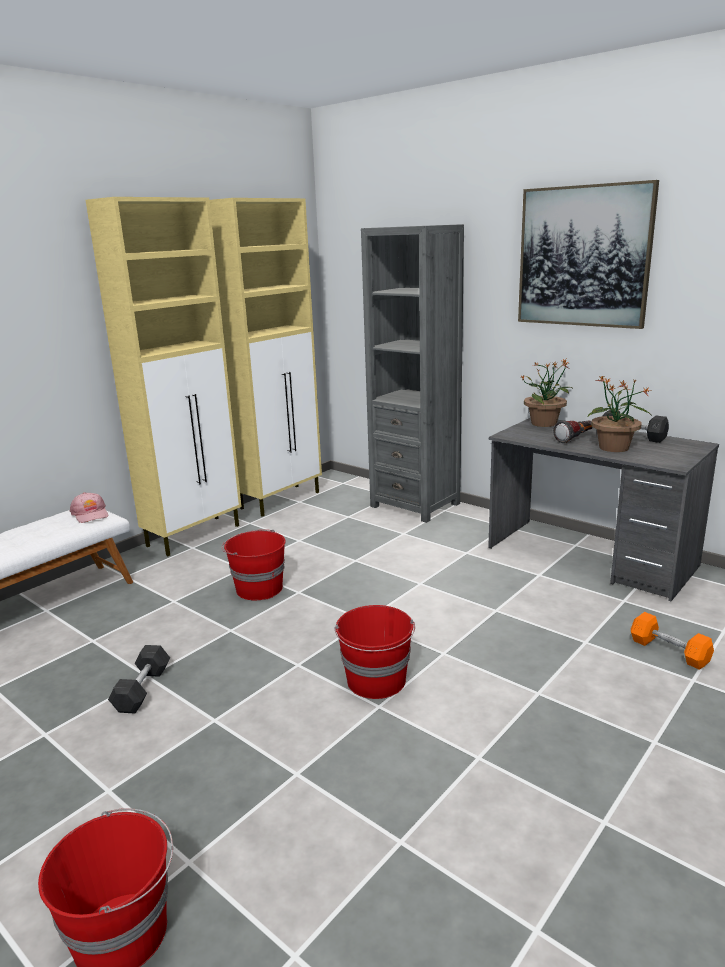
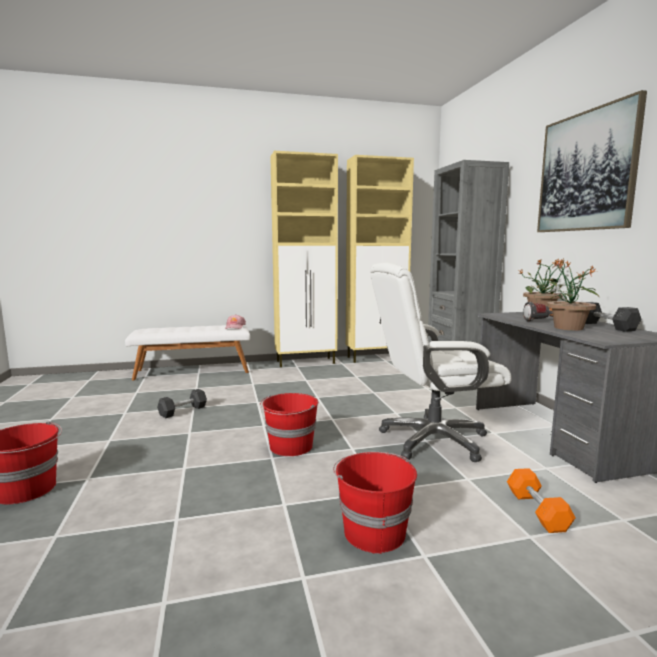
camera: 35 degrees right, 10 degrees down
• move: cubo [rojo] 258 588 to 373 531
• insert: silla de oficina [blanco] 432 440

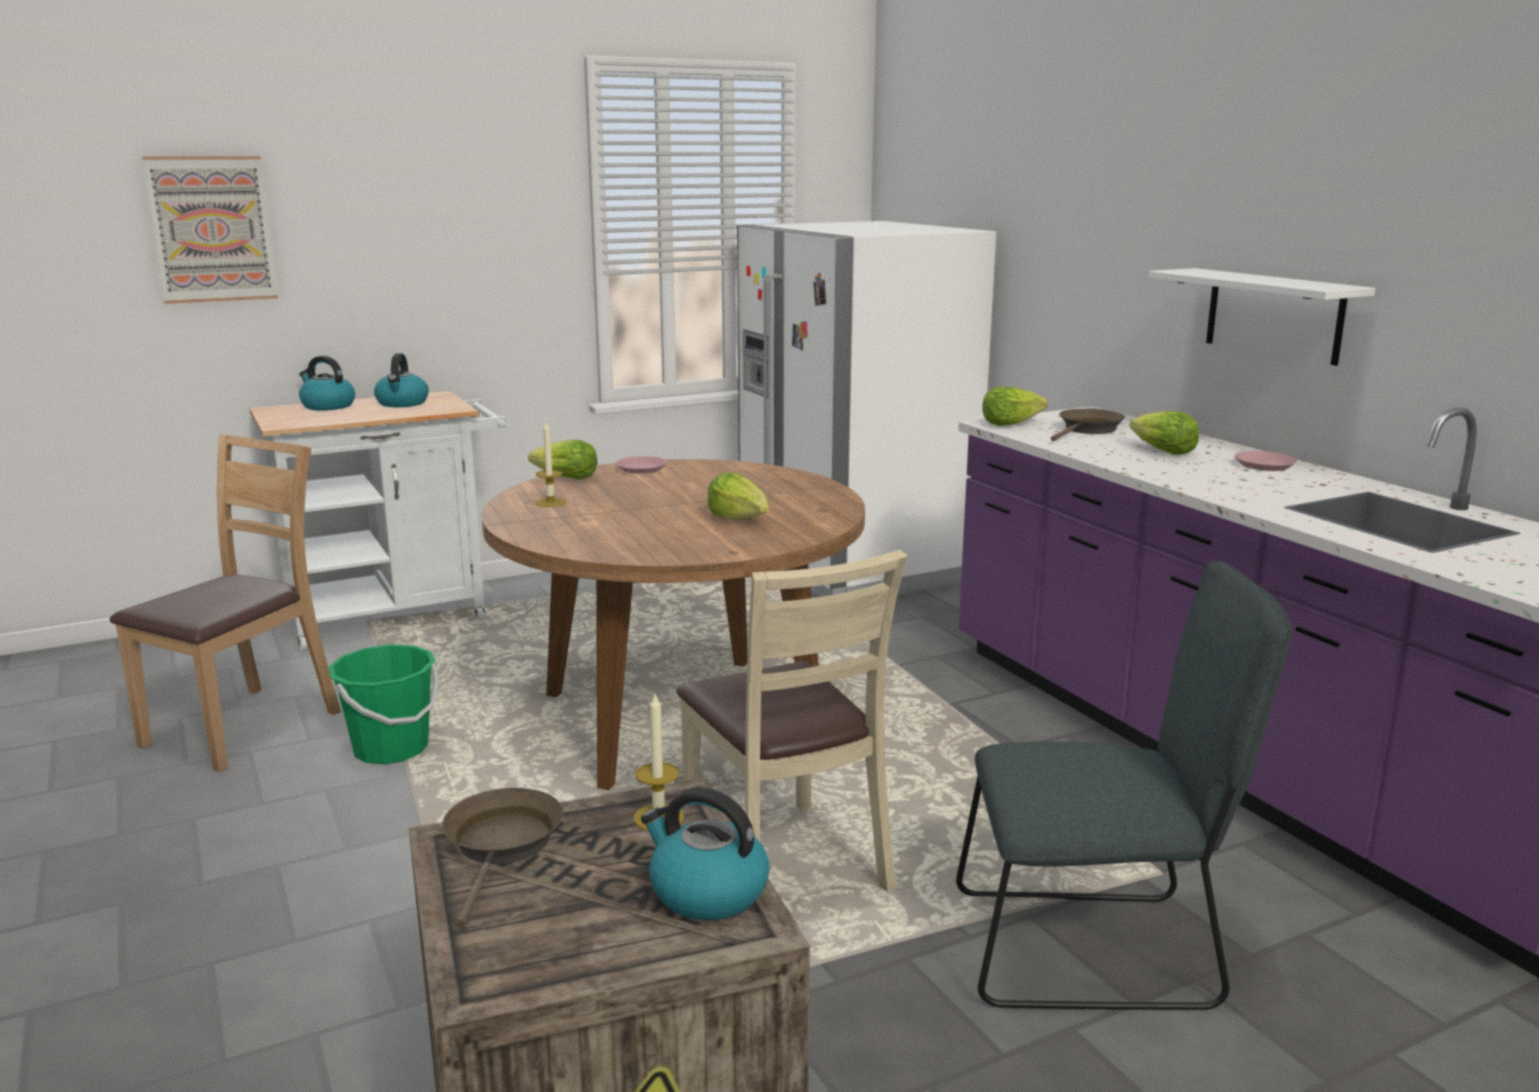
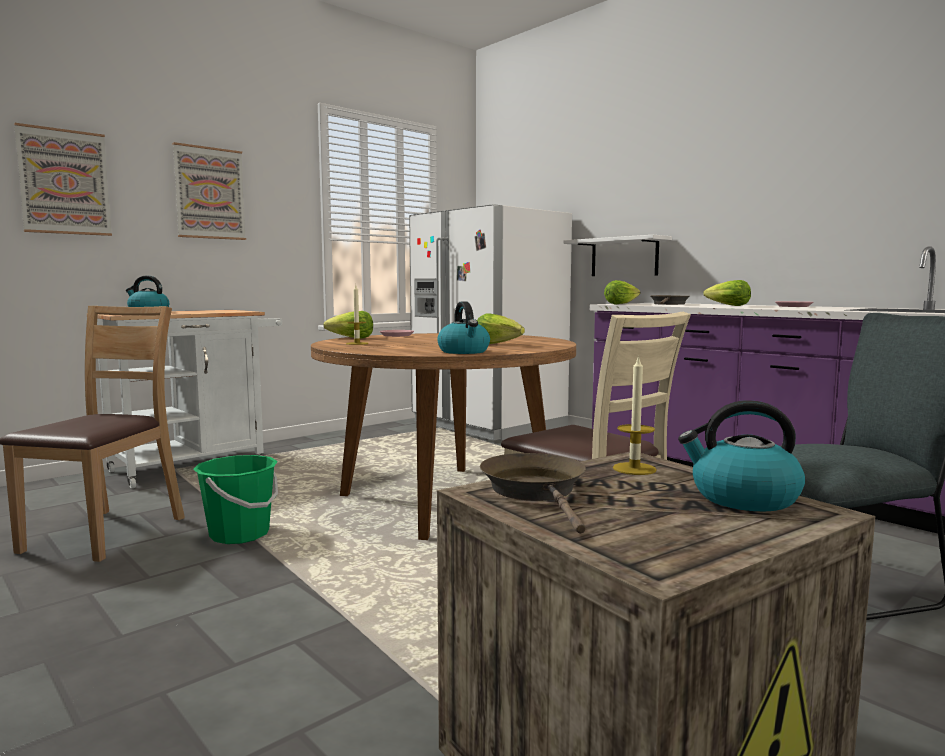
camera: 15 degrees left, 10 degrees down
• move: hervidor 402 403 to 464 352
• move: estante [blanco] 1273 315 to 624 257
• insert: cuadro 209 193

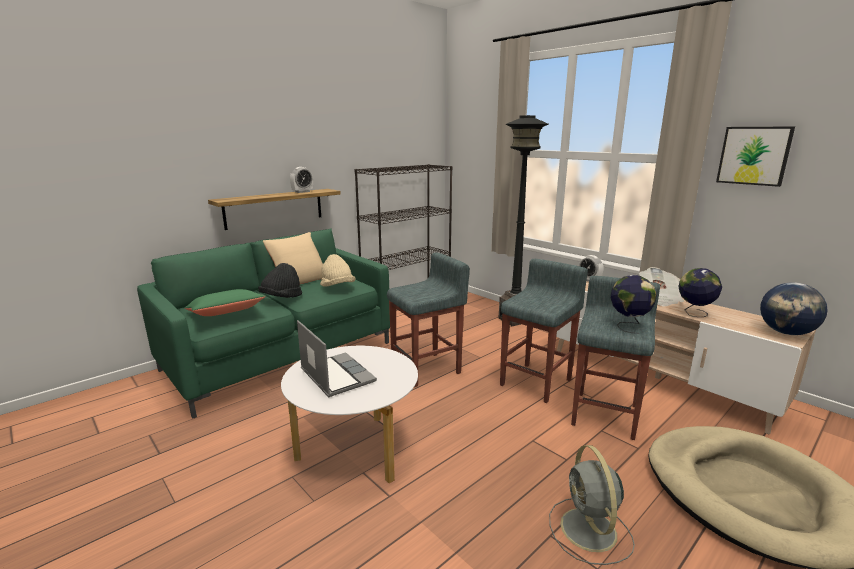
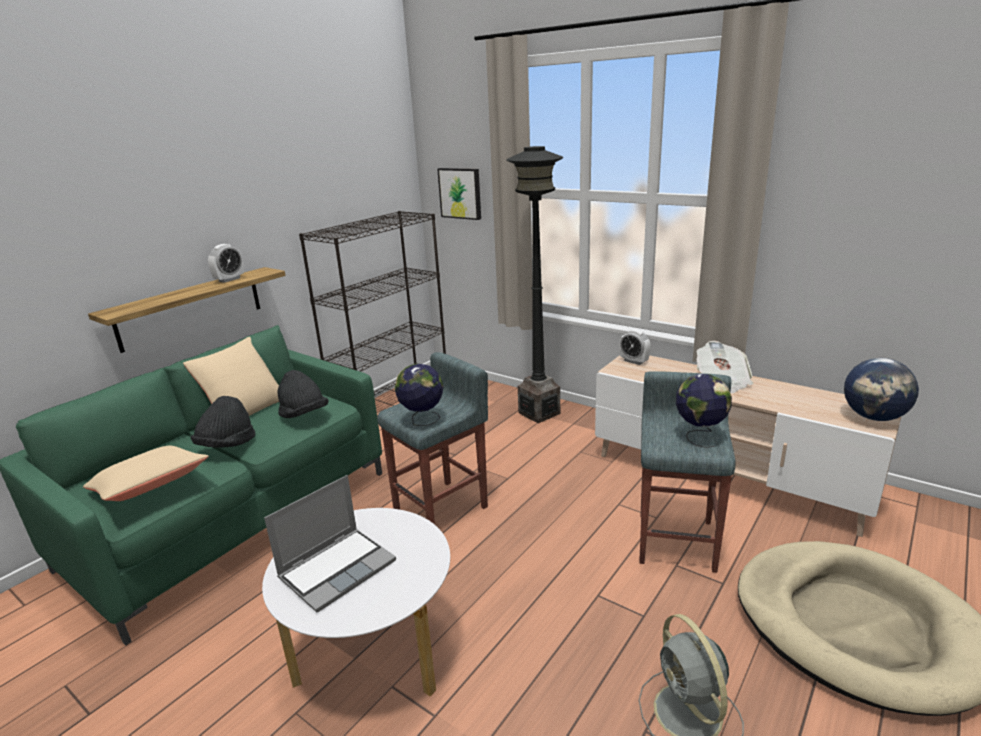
camera: 10 degrees left, 5 degrees up
• recolor: cojín [verde] 226 314 to cojín [beis] 151 488
• rotate: portátil 335 376 = 338 569 90 degrees clockwise
• recolor: sombrero [beis] 337 287 to sombrero [negro] 304 415
• delete: taburete [gris] 536 382
• move: globo terráqueo 694 314 to 422 420
• move: cuadro 754 155 to 460 193

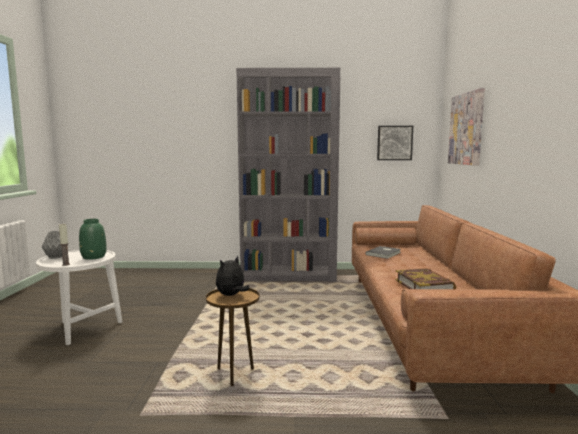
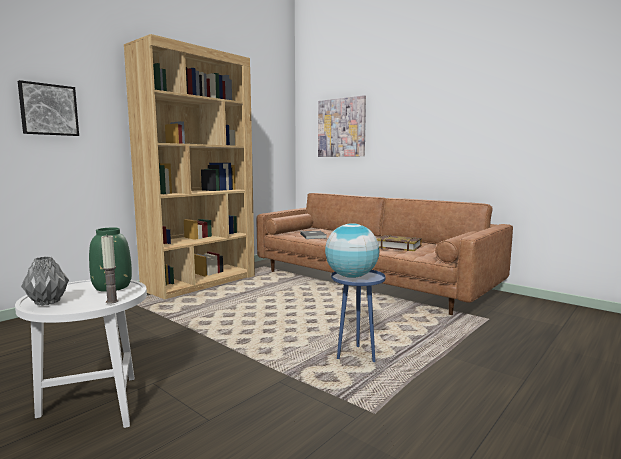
camera: 50 degrees left, 0 degrees up
• recolor: mesa auxiliar [marrón] 234 374 to mesa auxiliar [azul] 356 356
• replace: peluche 231 295 to globo terráqueo 351 276
• recolor: estantería [gris] 289 275 to estantería [marrón] 201 282
• move: cuadro 394 143 to 48 109

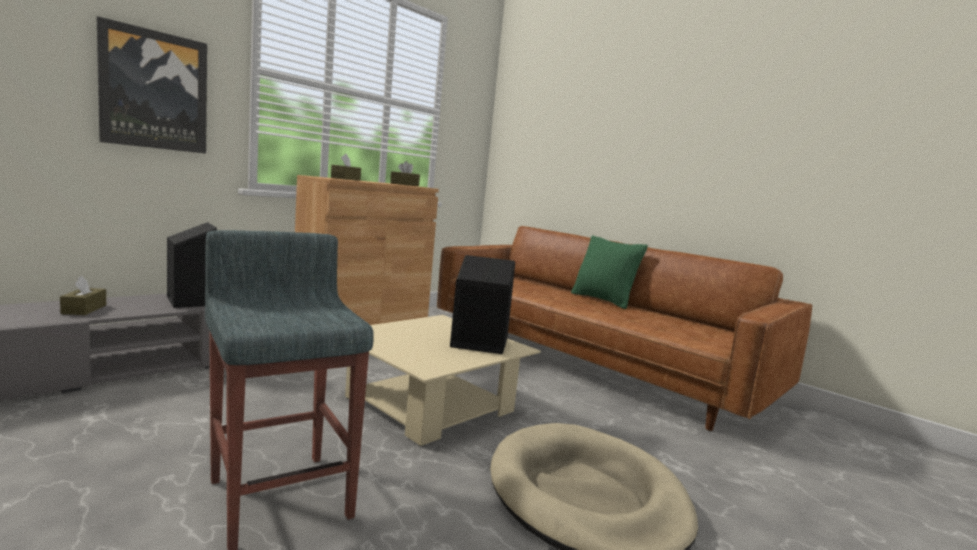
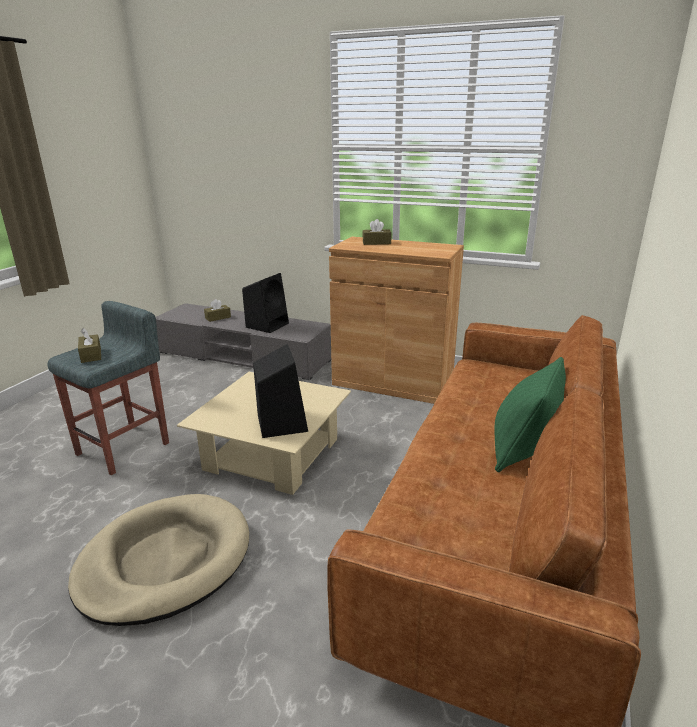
camera: 70 degrees right, 15 degrees up
• delete: cuadro 154 90
• move: caja de pañuelos [marrón] 404 184 to 91 355

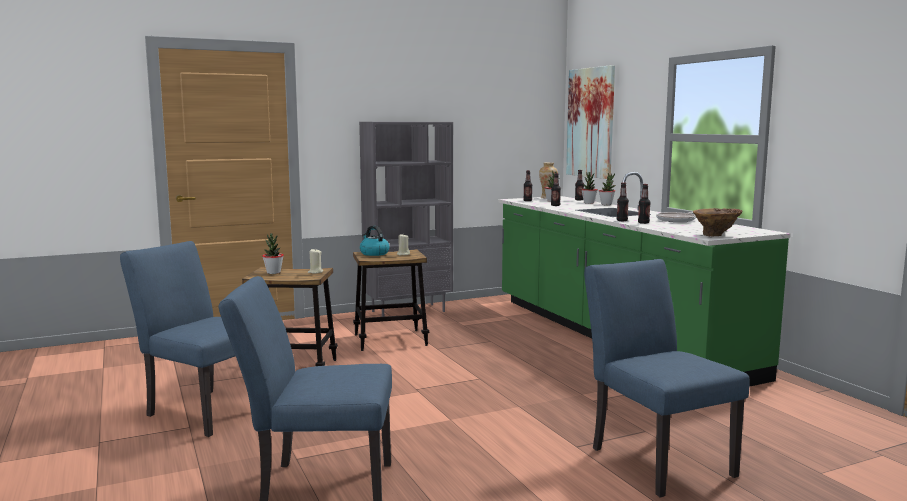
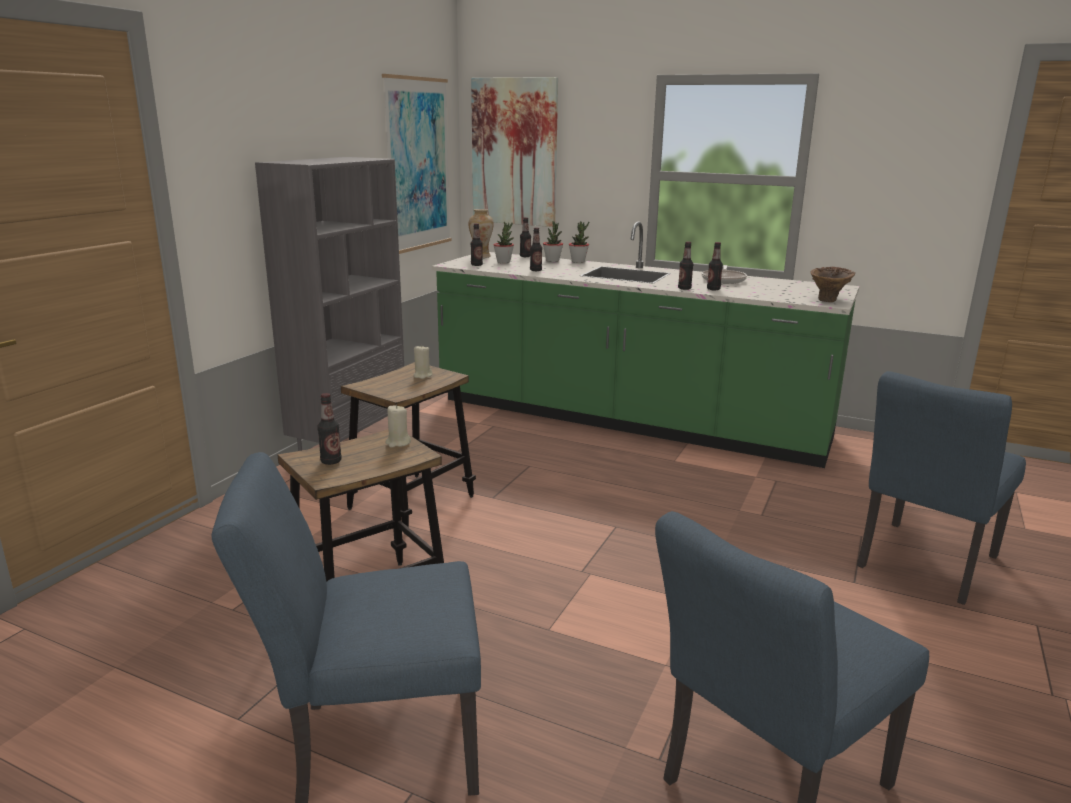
camera: 40 degrees left, 10 degrees up
• replace: planta en maceta 273 272 to botella 331 461
• delete: hervidor 374 253
• rotate: silla [azul] 654 457 = 922 565 75 degrees counterclockwise
• insert: cuadro 418 165

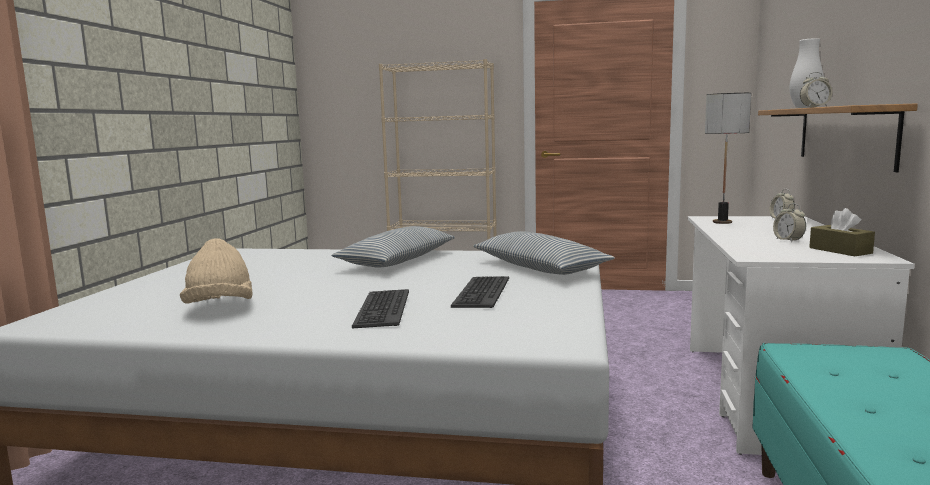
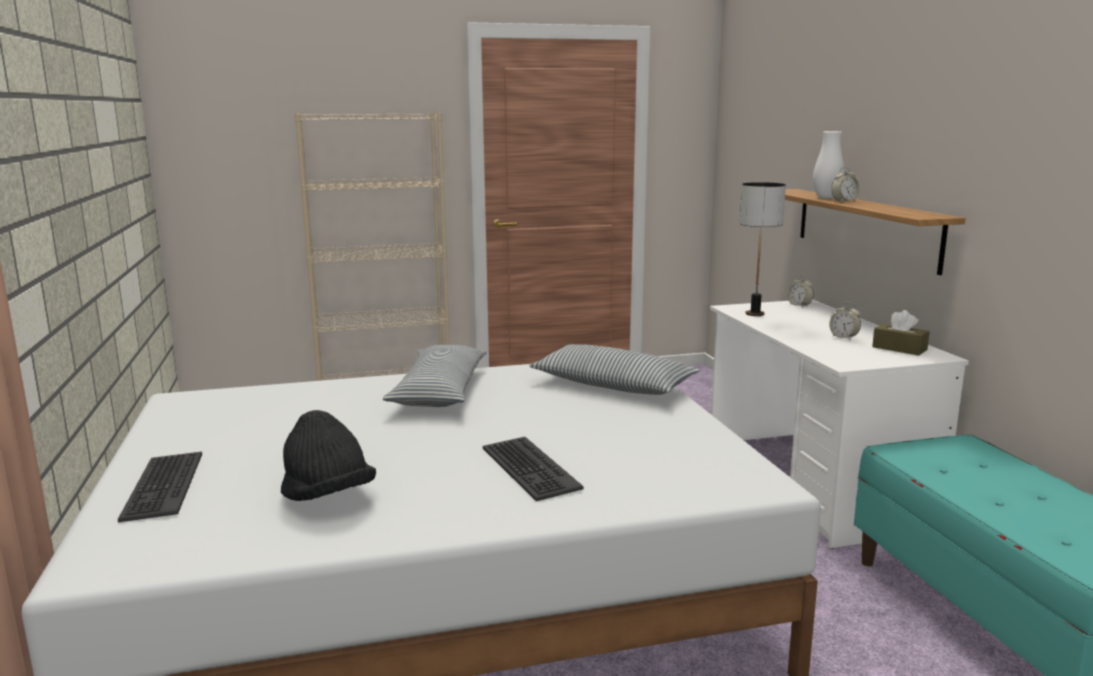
camera: 25 degrees left, 5 degrees up
• recolor: sombrero [beis] 220 308 to sombrero [negro] 327 497
• move: teclado 481 292 to 162 486

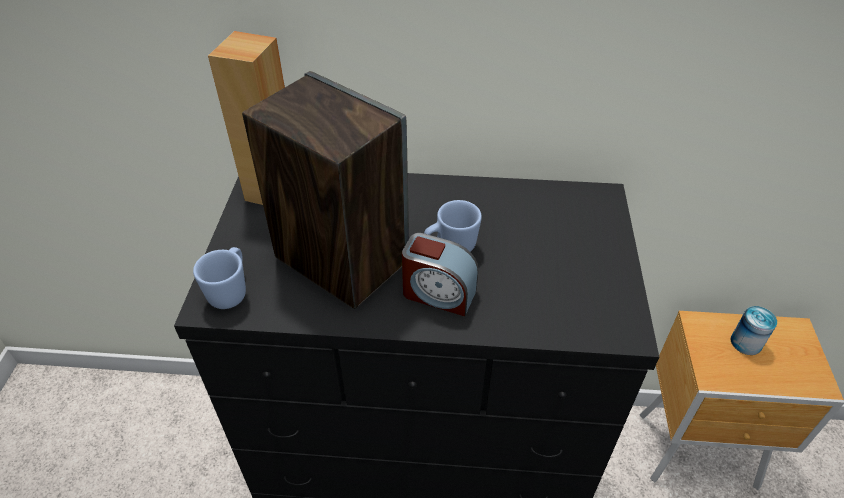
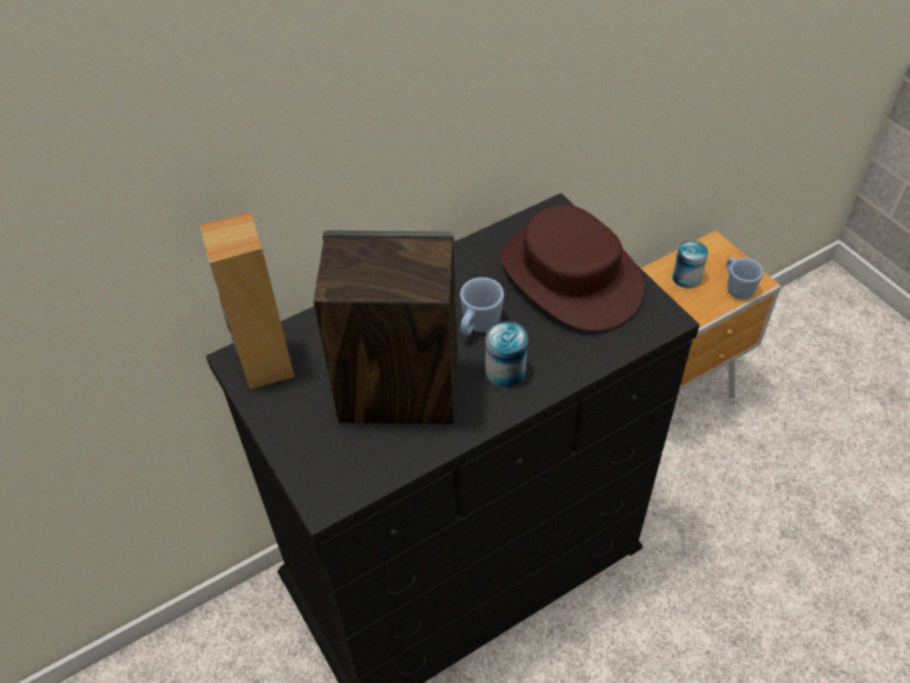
camera: 35 degrees left, 5 degrees up
• move: taza grande [azul] 231 291 to 736 287
• replace: despertador 438 293 to lata 505 371
• insert: sombrero [marrón] 569 276

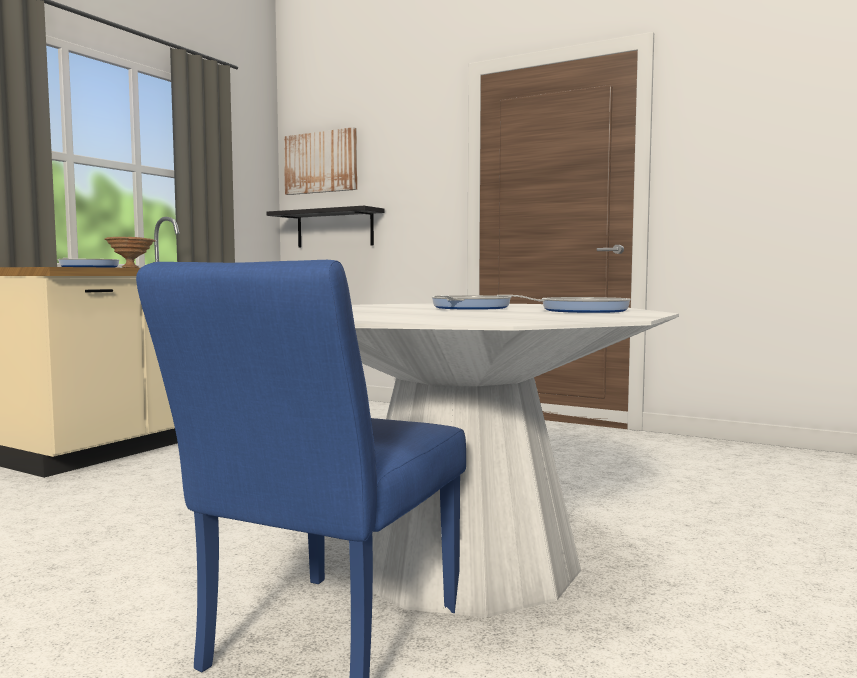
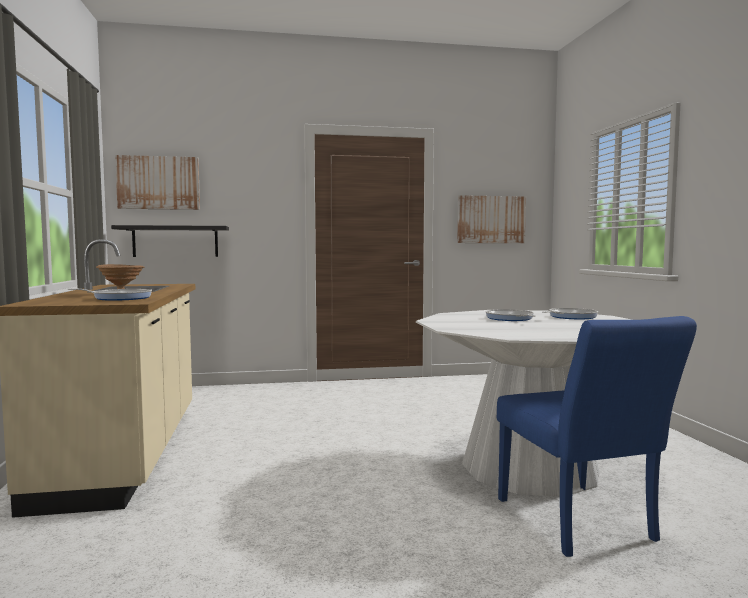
camera: 40 degrees left, 0 degrees up
• insert: cuadro 491 219

